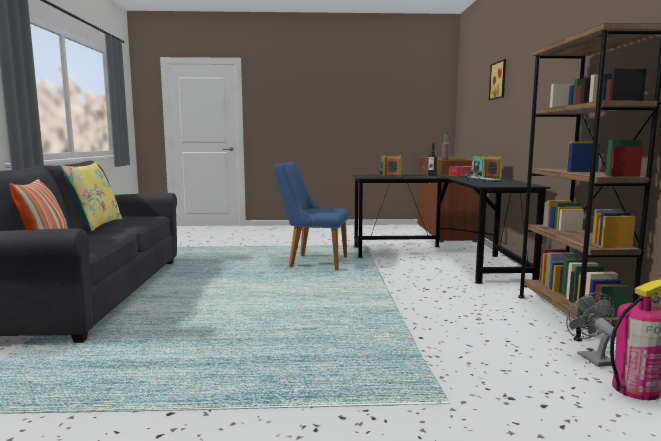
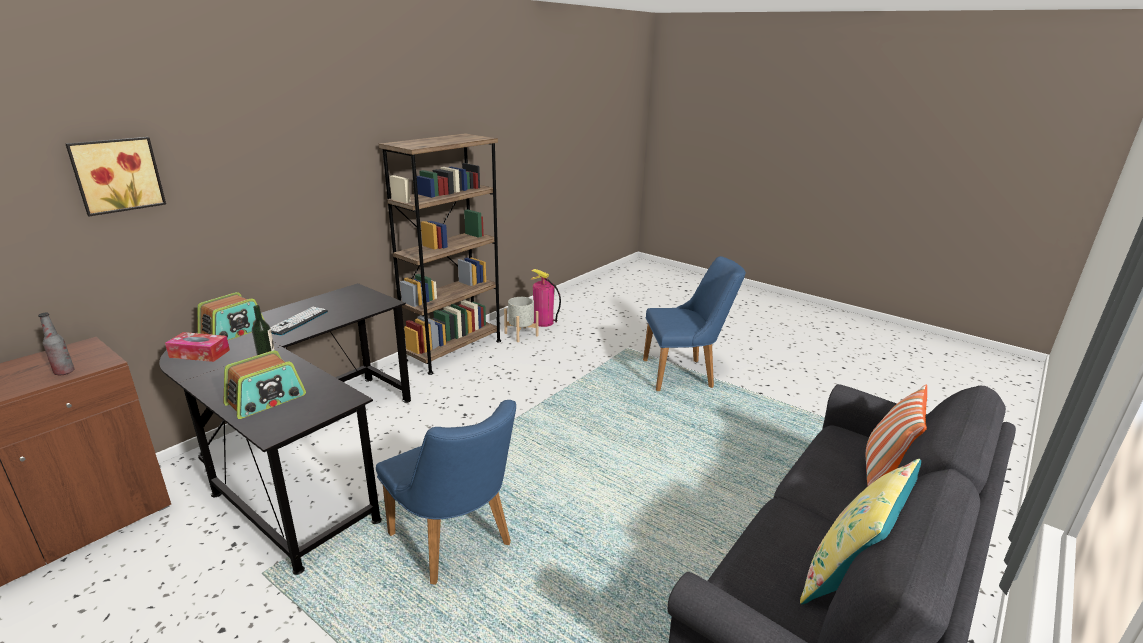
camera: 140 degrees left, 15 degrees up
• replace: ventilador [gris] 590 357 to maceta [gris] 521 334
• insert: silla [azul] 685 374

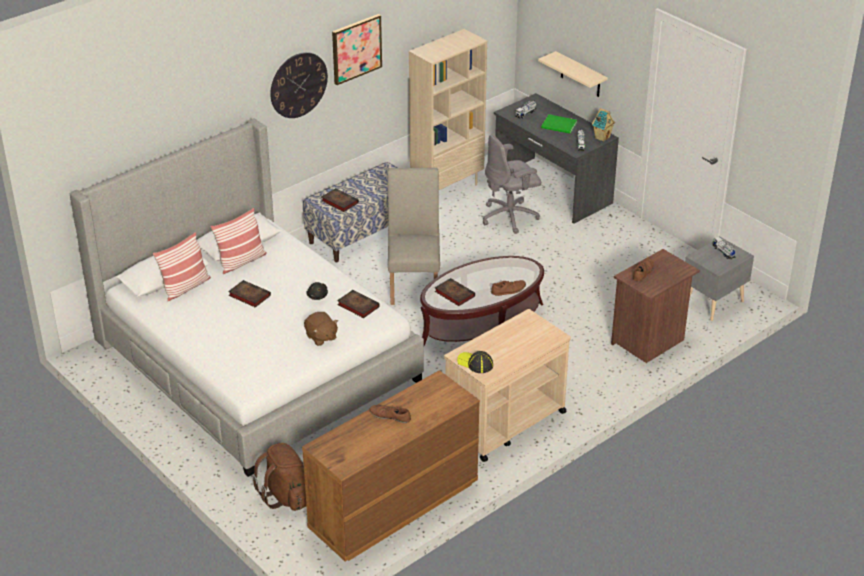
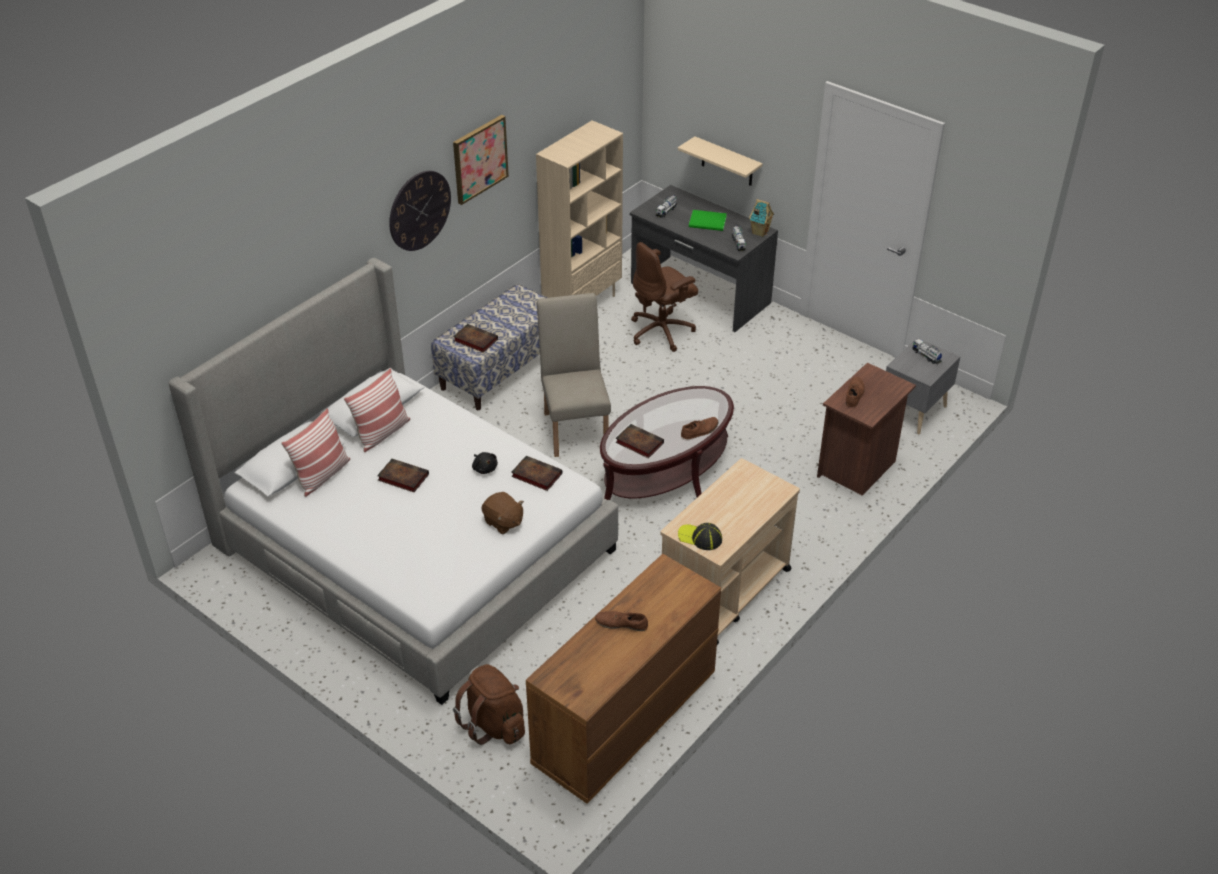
camera: 10 degrees left, 5 degrees up
• recolor: silla de oficina [gris] 510 217 to silla de oficina [marrón] 662 331

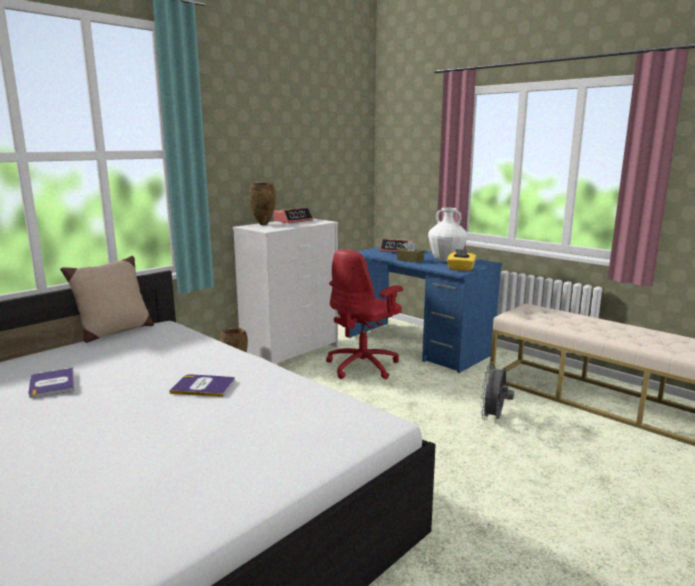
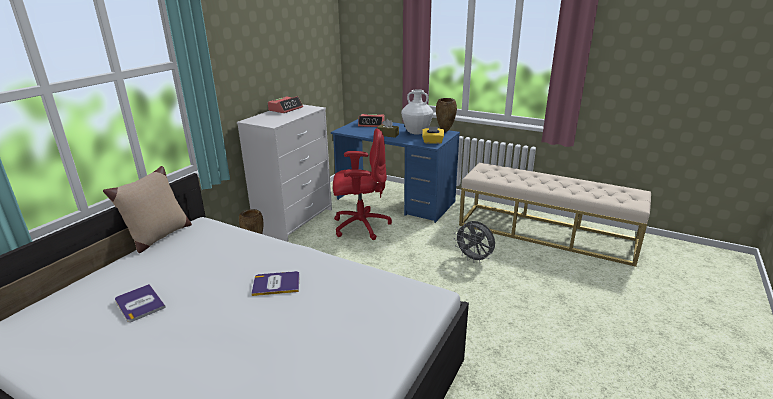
camera: 15 degrees left, 10 degrees up
• move: florero [marrón] 263 224 to 445 131
• rotate: silla de oficina [rojo] 363 366 = 360 226 120 degrees counterclockwise
• rotate: ventilador [gris] 494 418 = 474 259 60 degrees counterclockwise

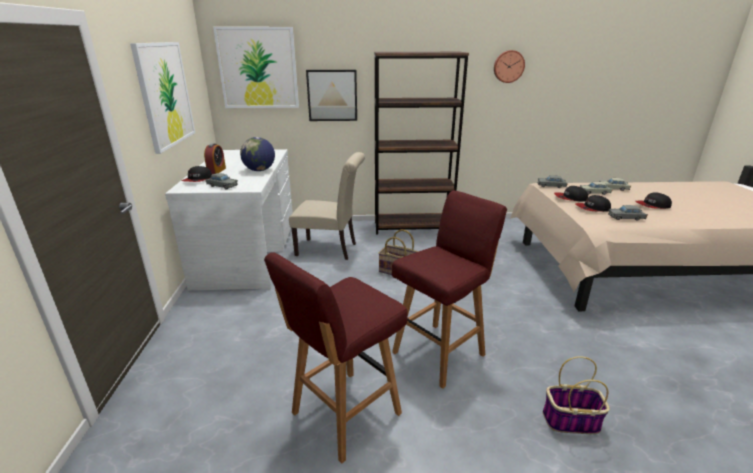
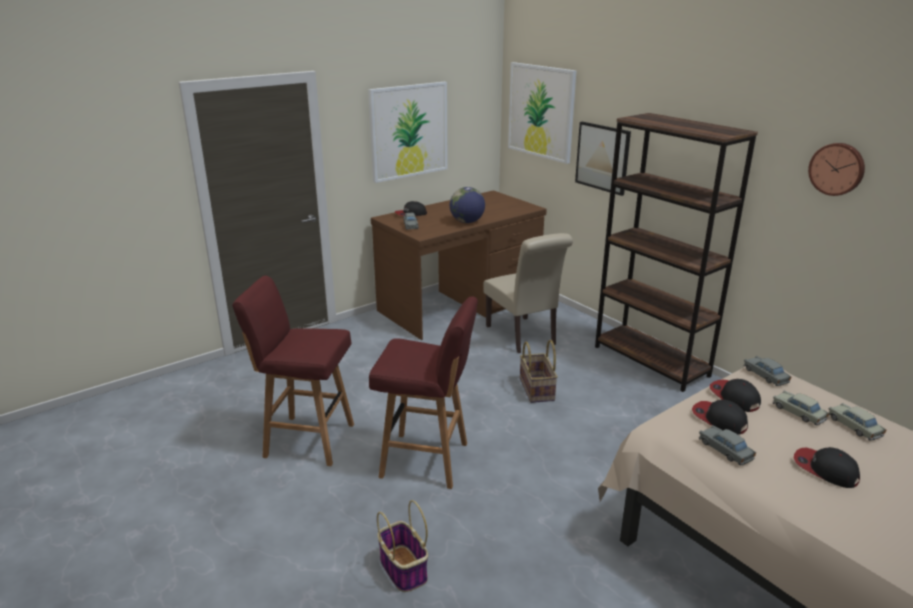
camera: 55 degrees right, 0 degrees up
• recolor: escritorio [blanco] 249 252 to escritorio [marrón] 460 305
• delete: despertador 216 171

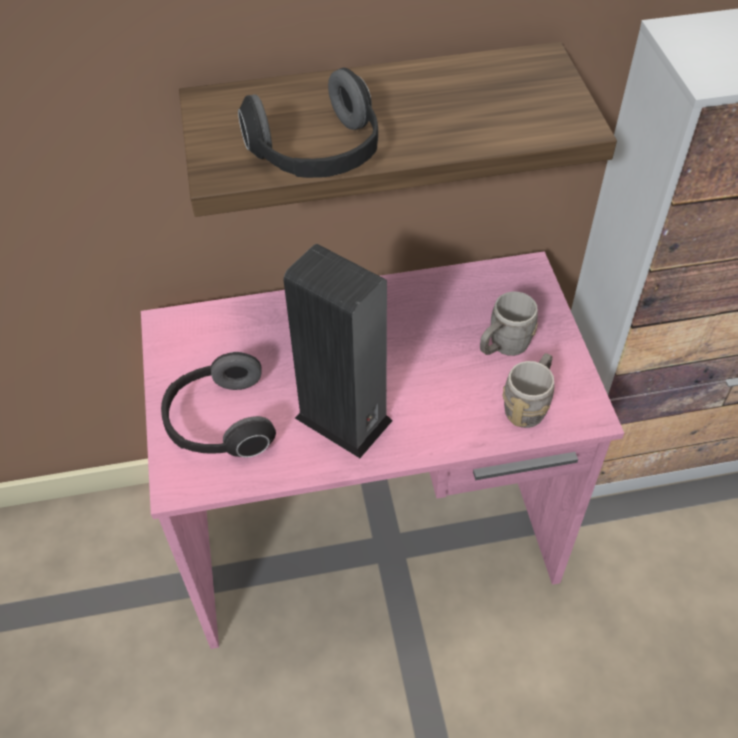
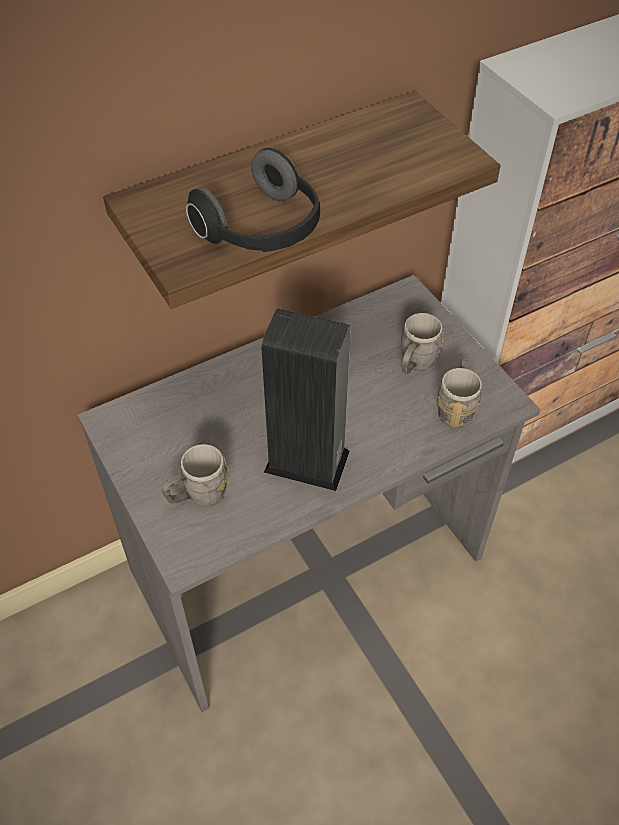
camera: 20 degrees left, 0 degrees up
• recolor: escritorio [rosa] 373 537 to escritorio [gris] 310 567
• replace: auriculares 219 423 to taza grande [gris] 198 495

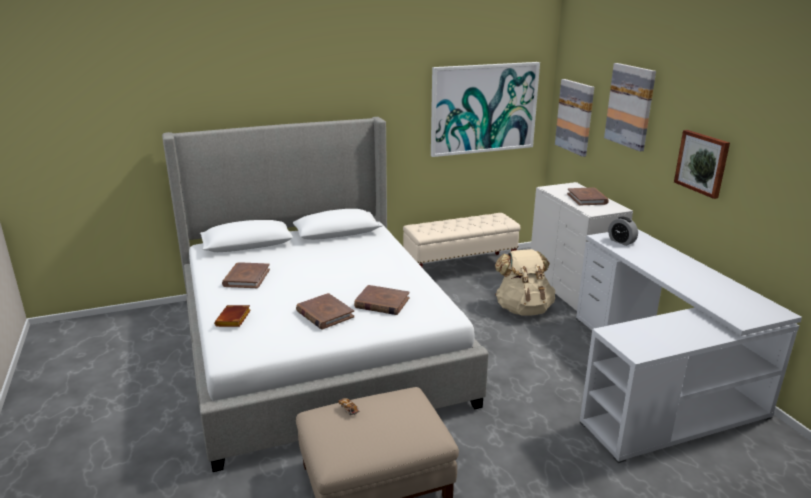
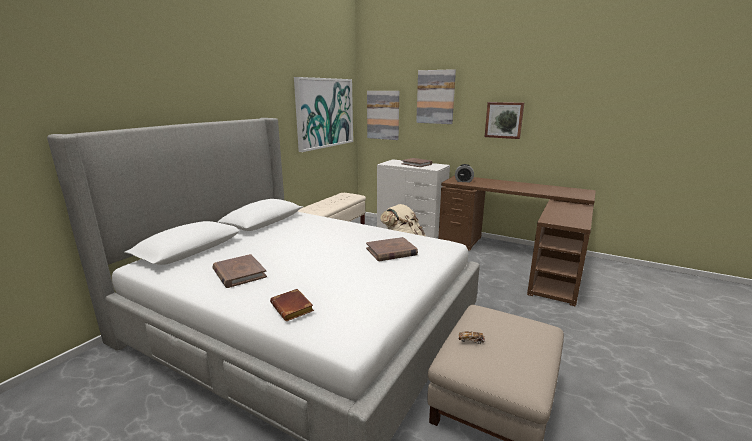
camera: 40 degrees left, 5 degrees down
• delete: libro [marrón] 324 314
• recolor: escritorio [blanco] 658 380 to escritorio [marrón] 520 258

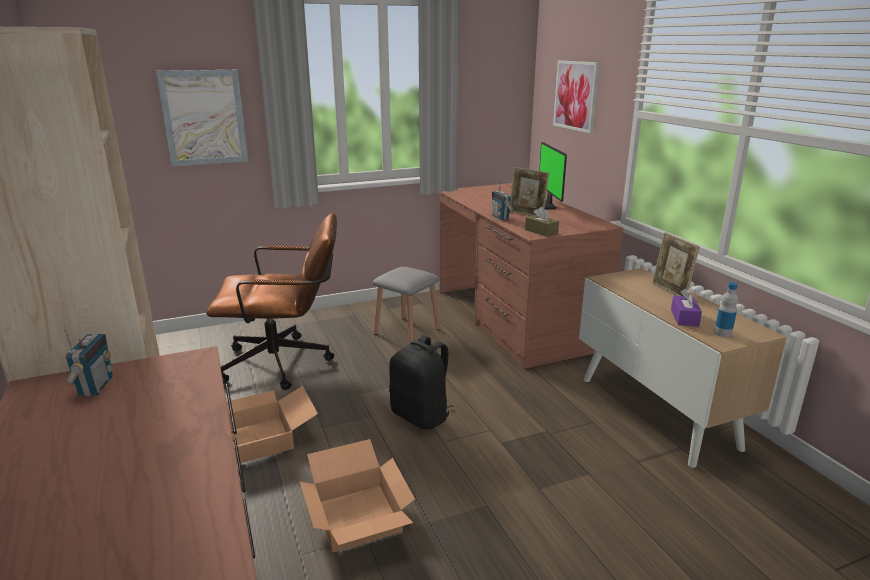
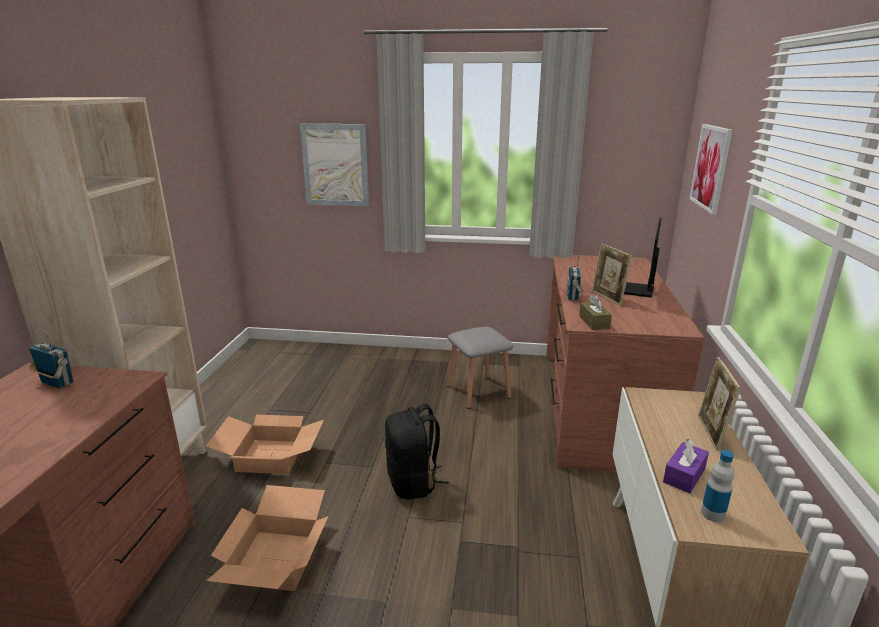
camera: 30 degrees right, 0 degrees up
• rotate: radio 95 387 = 56 383 90 degrees counterclockwise
• delete: silla de oficina [marrón] 286 363

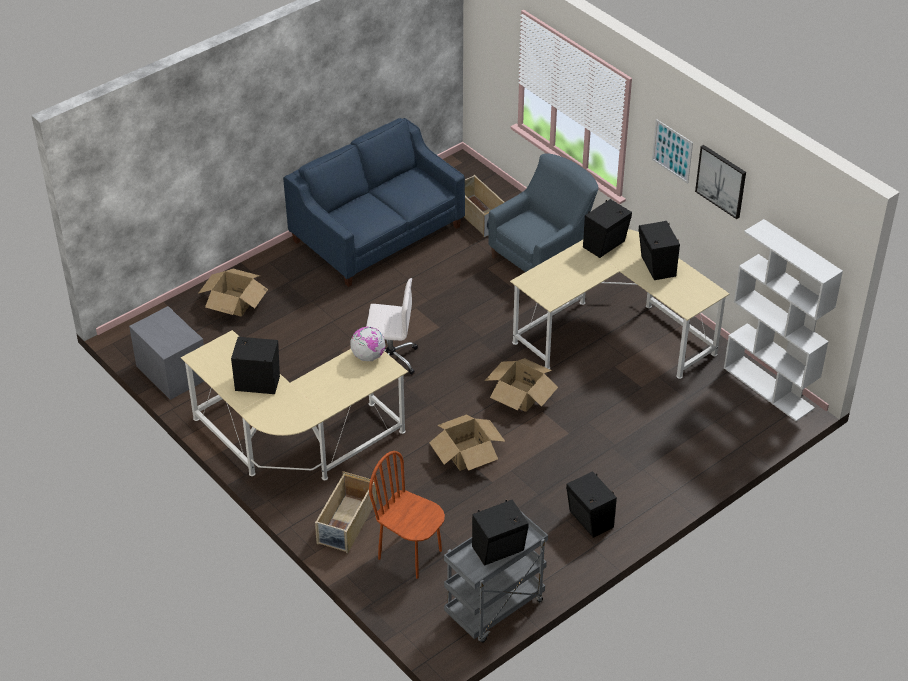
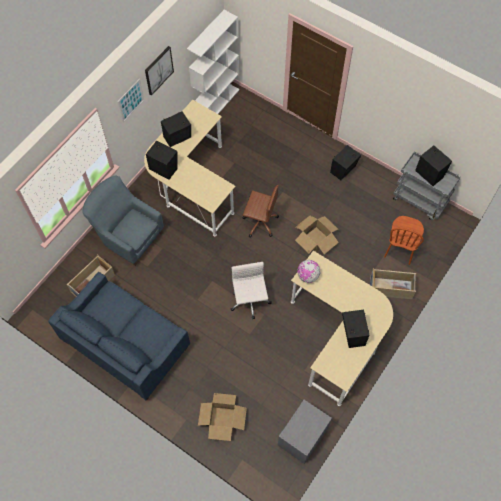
camera: 105 degrees left, 20 degrees up
• replace: caja de cartón 520 395 to silla de oficina [marrón] 260 222

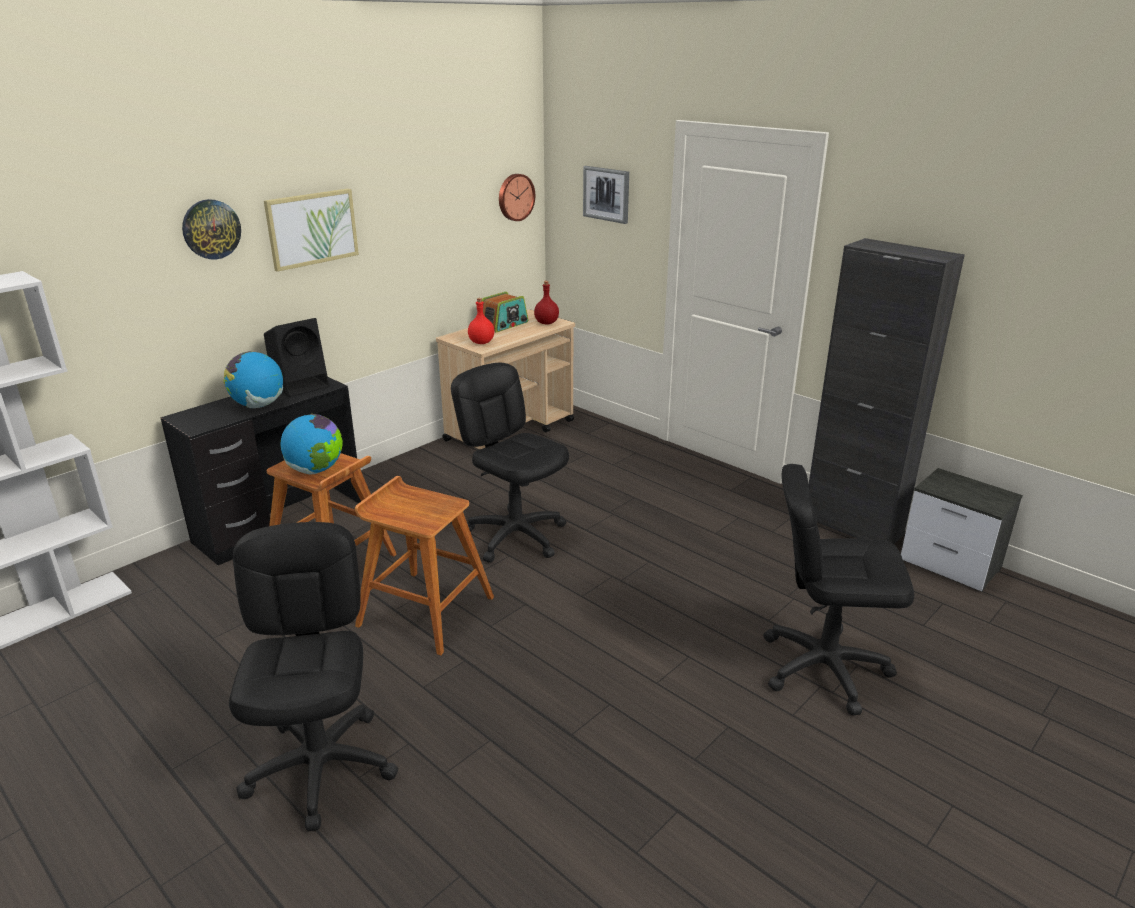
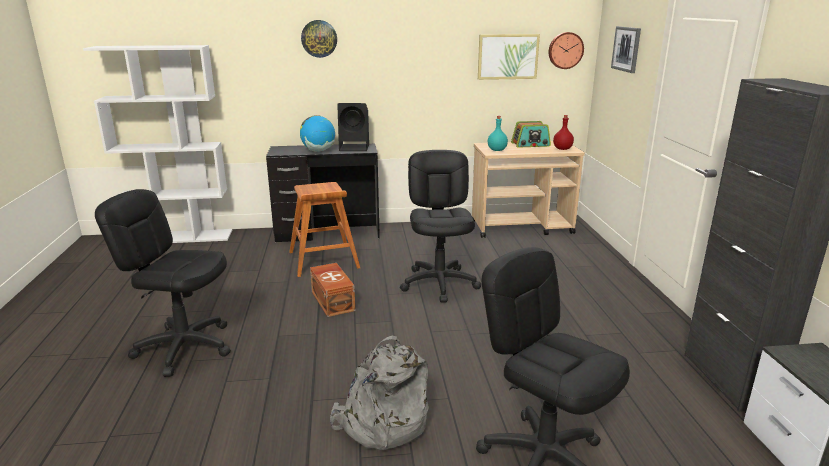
camera: 40 degrees right, 5 degrees down
• rotate: silla de oficina [negro] 322 767 = 185 347 105 degrees counterclockwise
• move: cuadro 312 228 to 507 56
• delete: globo terráqueo 315 470
• replace: taburete [marrón] 425 610 to caja de almacenaje [marrón] 333 300
• recolor: botella [rojo] 481 342 to botella [turquesa] 497 150
• insert: mochila [gris] 382 423

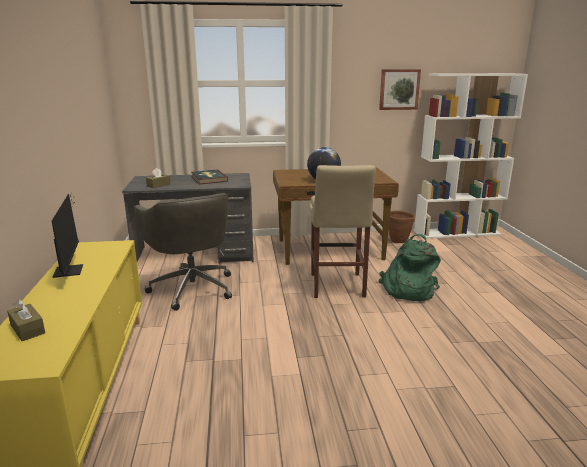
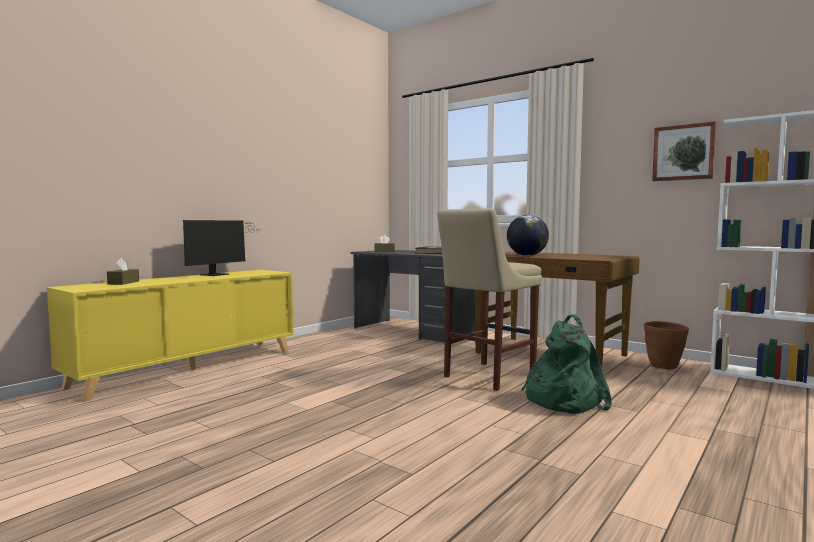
camera: 45 degrees right, 15 degrees down
• delete: silla de oficina [gris] 192 287

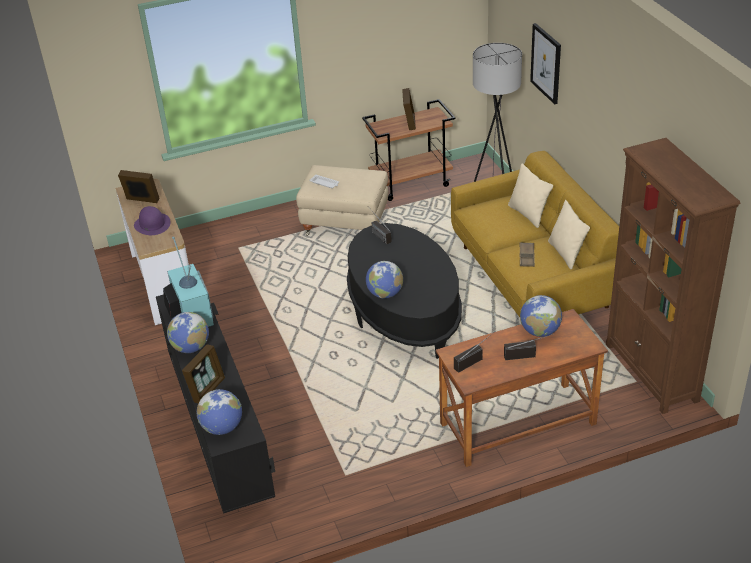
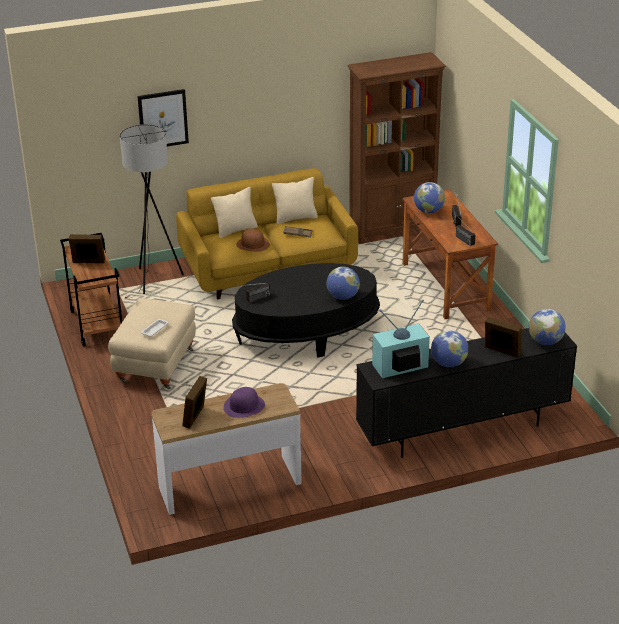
camera: 90 degrees left, 5 degrees down
• insert: sombrero [marrón] 253 244

